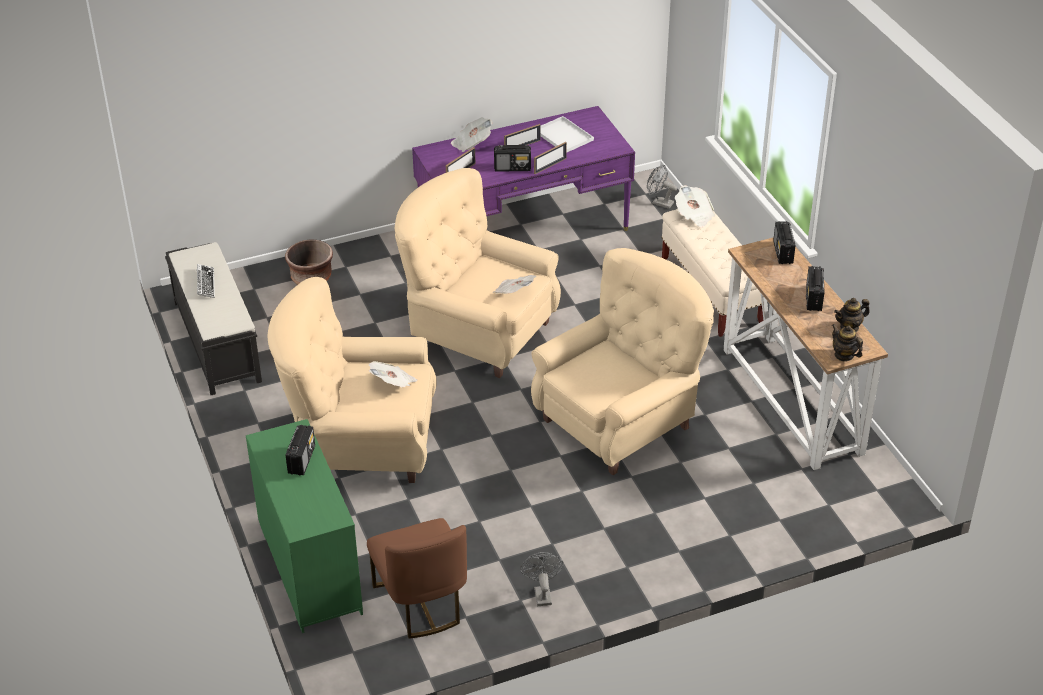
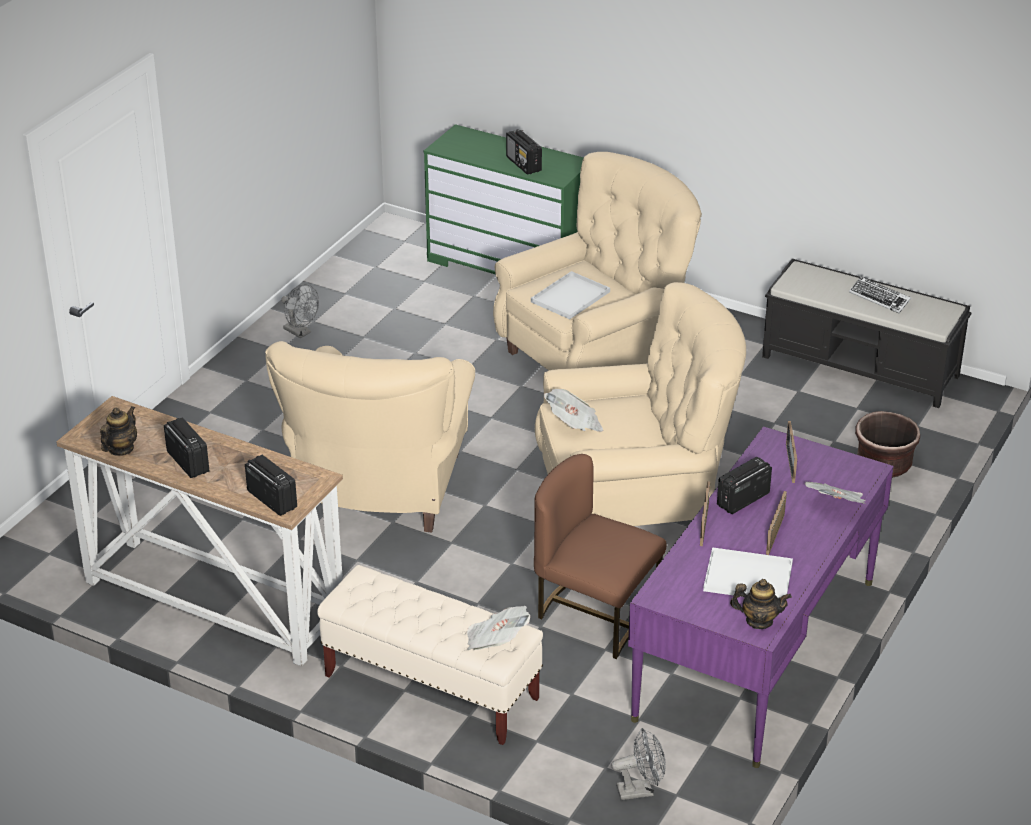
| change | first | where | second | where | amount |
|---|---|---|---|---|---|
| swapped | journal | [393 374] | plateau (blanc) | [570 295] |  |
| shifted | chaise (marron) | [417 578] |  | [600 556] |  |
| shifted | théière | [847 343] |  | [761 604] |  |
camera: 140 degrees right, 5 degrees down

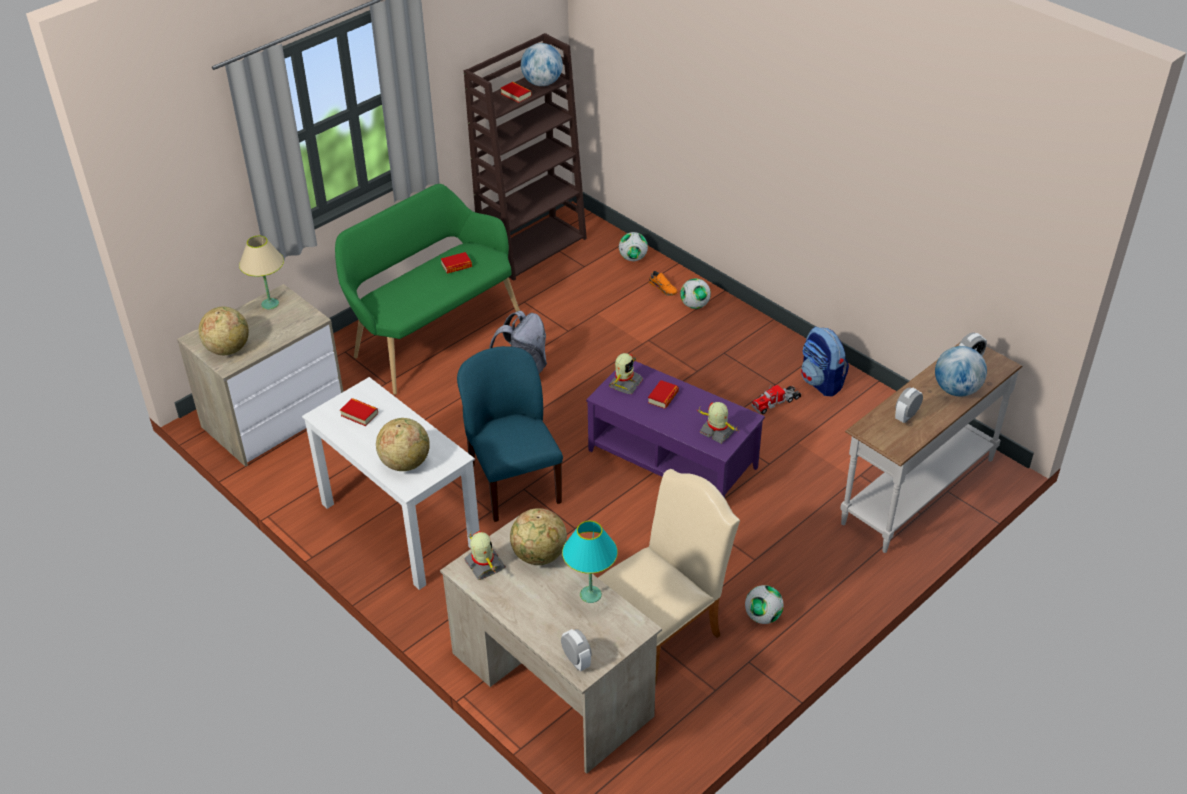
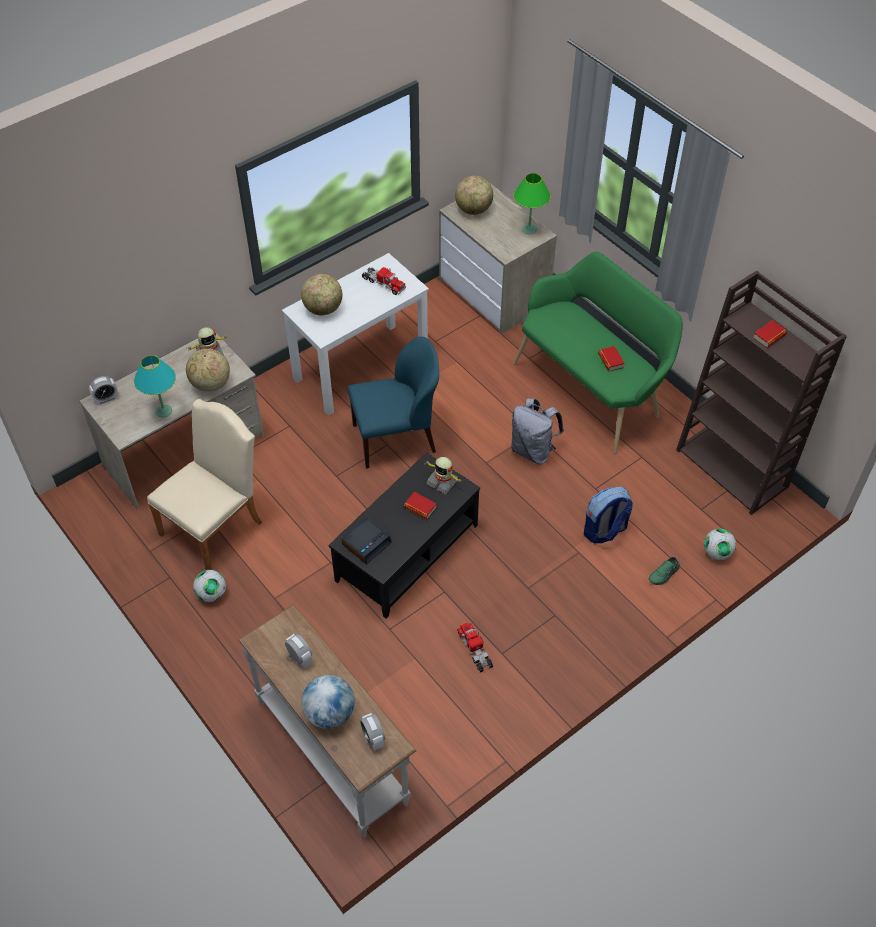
| change | first | where | second | where | amount |
|---|---|---|---|---|---|
| rotated | chaise (beige) | [669 577] |  | [204 484] | 105 degrees counterclockwise |
| repainted | table basse (violet) | [675 429] | table basse (noir) | [404 535] |  |
| swapped | robot jouet | [719 423] | réveil | [367 541] |  |
| swapped | livre | [359 412] | camion jouet | [384 281] |  |
| repainted | lampe de table (beige) | [261 272] | lampe de table (vert) | [532 203] |  |
| shifted | sac à dos | [825 361] |  | [608 515] |  |
| repainted | chaussure (orange) | [663 283] | chaussure (vert) | [664 571] |  |
| gone | globe | [542 64] |  |  |  |
| gone | ballon de foot | [695 294] |  |  |  |
camera: 95 degrees right, 10 degrees up

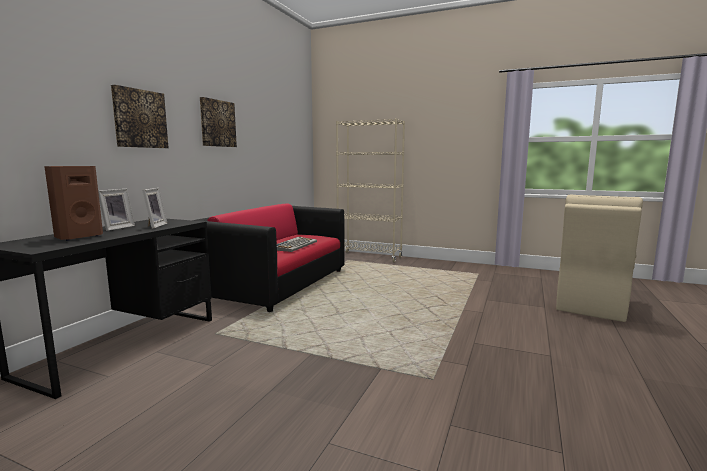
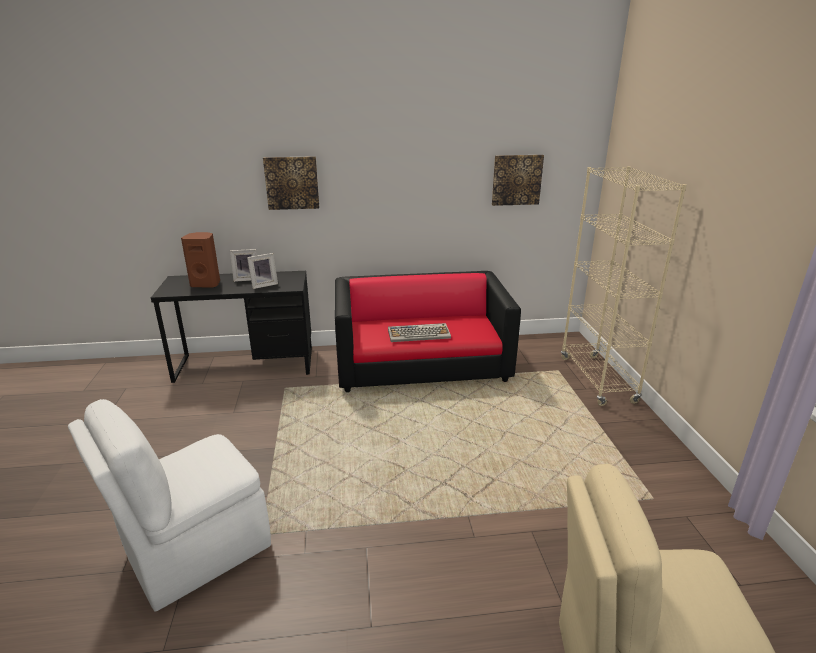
| change | first | where | second | where | amount |
|---|---|---|---|---|---|
| new |  |  | chaise (blanc) | [169 505] |  |
| shifted | tableau | [218 122] |  | [518 180] |  |
camera: 60 degrees right, 15 degrees up

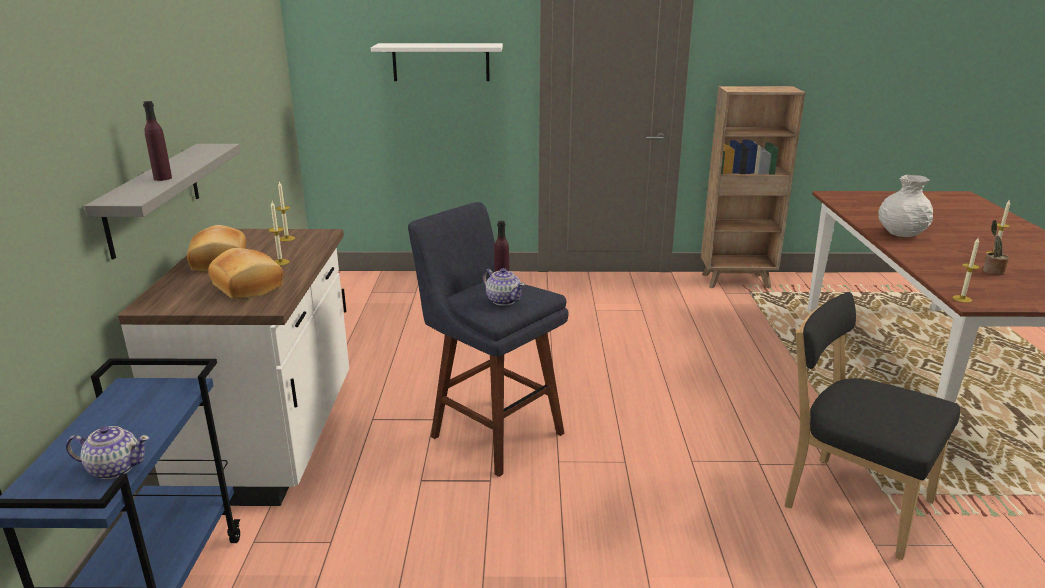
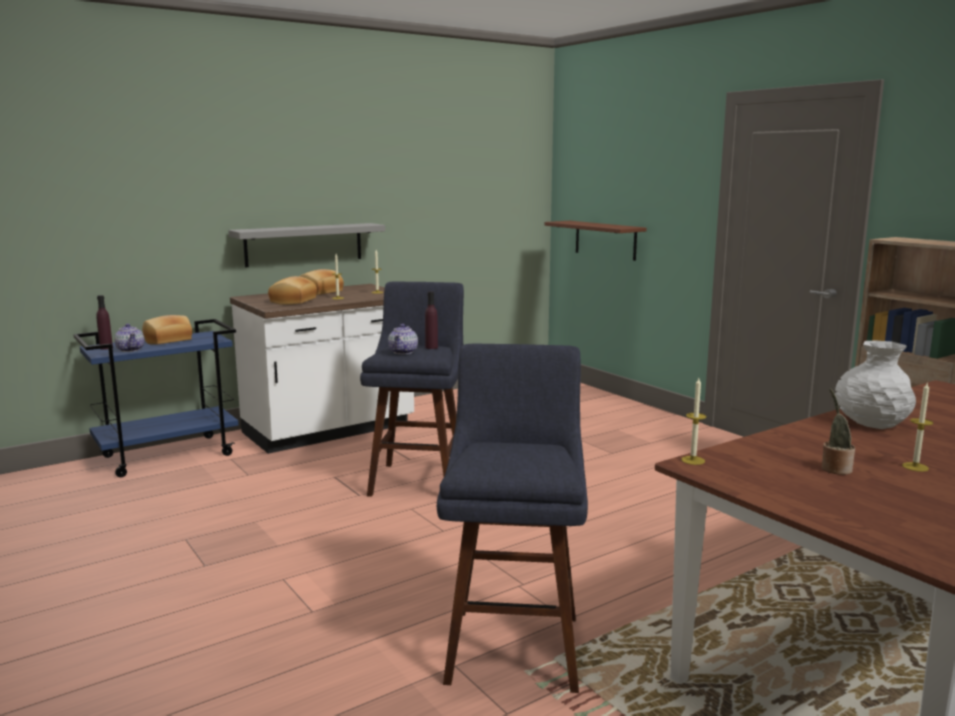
| change | first | where | second | where | amount |
|---|---|---|---|---|---|
| shifted | bouteille (violet) | [157 141] |  | [104 322] |  |
| new |  |  | pain | [167 330] |  |
| swapped | chaise (noir) | [872 426] | tabouret (bleu) | [512 518] |  |
| new |  |  | étagère (marron) | [595 241] |  |
| gone | étagère (blanc) | [437 62] |  |  |  |
camera: 55 degrees right, 10 degrees down

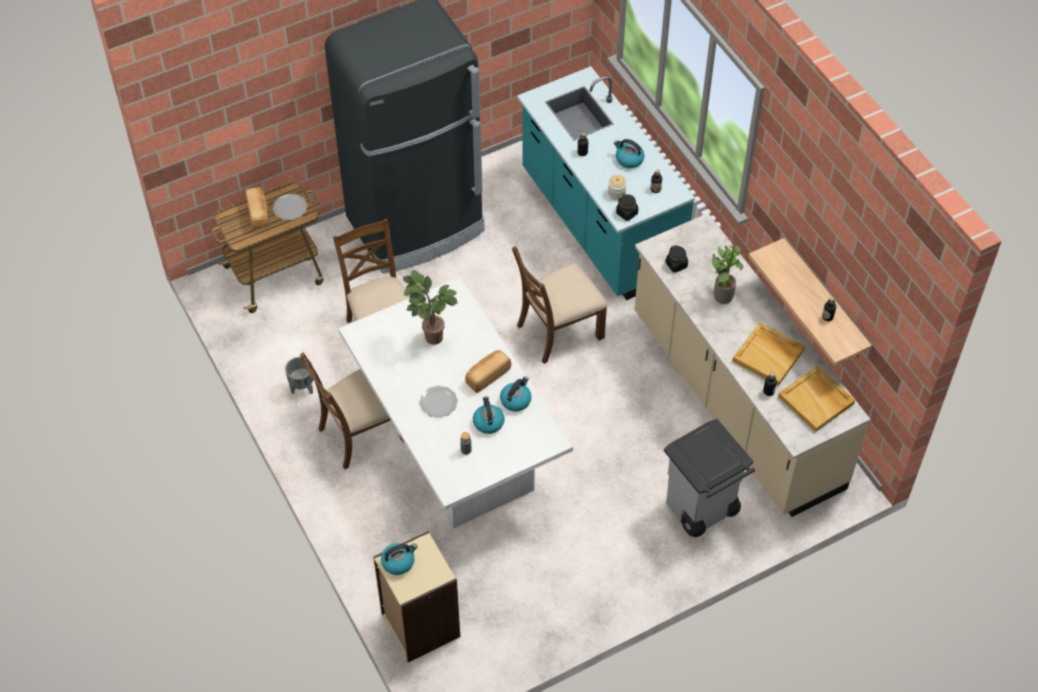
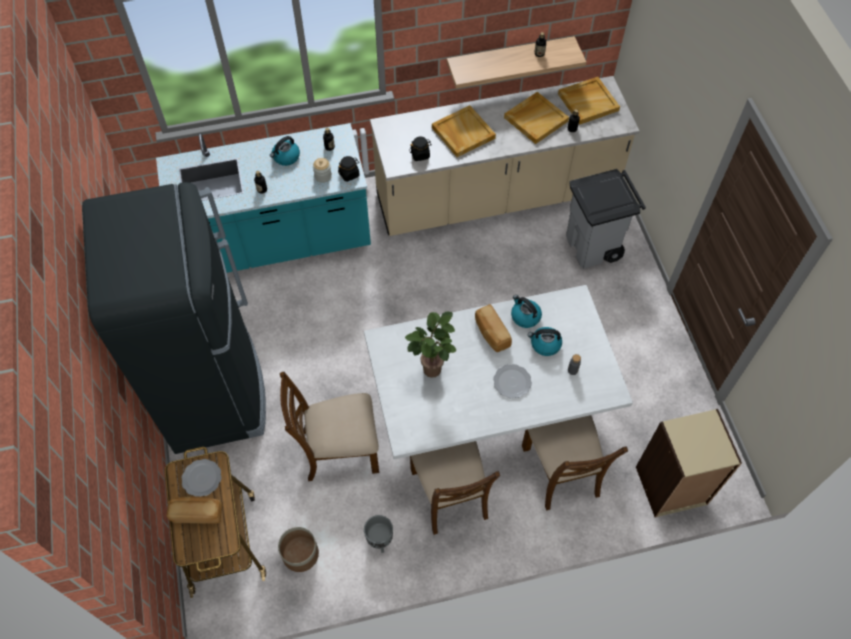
| change | first | where | second | where | amount |
|---|---|---|---|---|---|
| new |  |  | cache-pot | [298 549] |  |
| swapped | plante en pot | [727 274] | plateau (beige) | [464 131] |  |
| shifted | chaise (marron) | [559 305] |  | [575 462] |  |
| gone | bouilloire | [399 559] |  |  |  |
camera: 75 degrees left, 5 degrees up

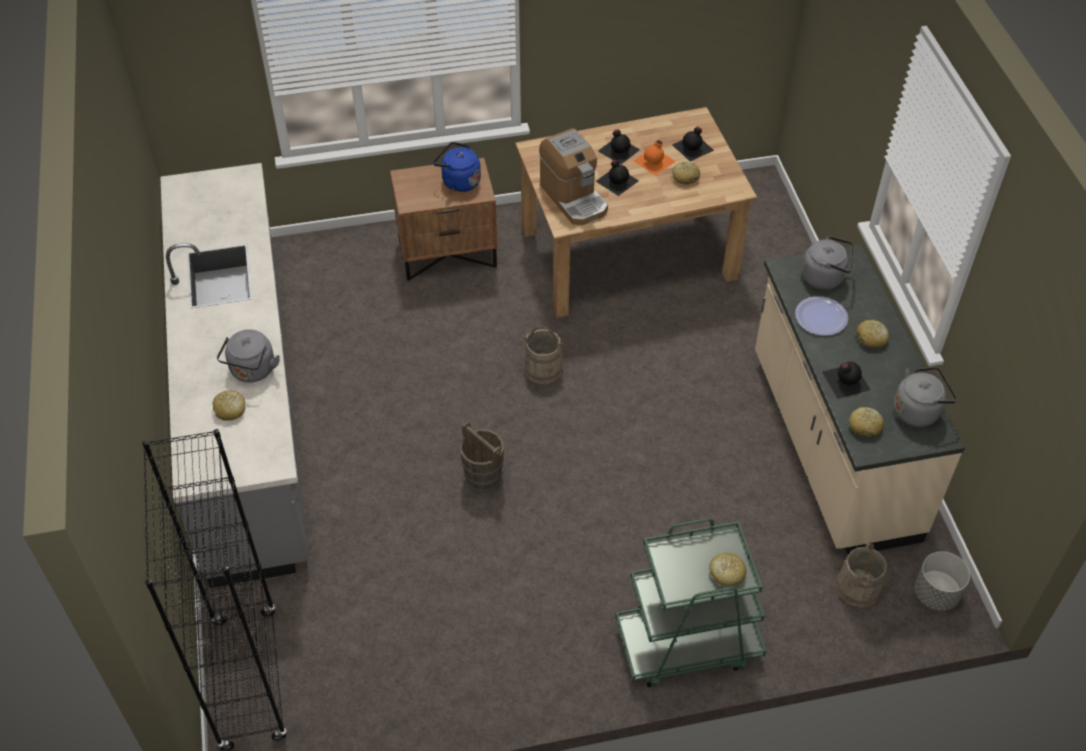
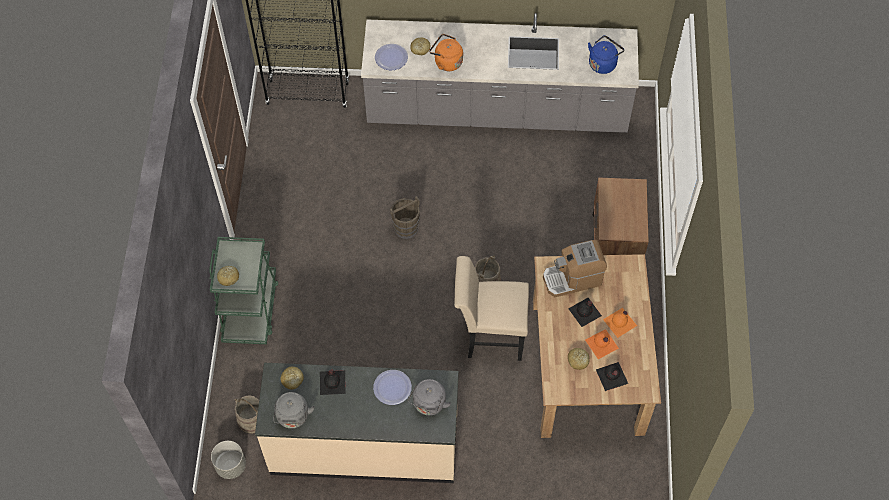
| change | first | where | second | where | amount |
|---|---|---|---|---|---|
| new |  |  | assiette | [391 57] |  |
| repainted | bouilloire (gris) | [248 355] | bouilloire (orange) | [446 52] |  |
| new |  |  | chaise (beige) | [491 308] |  |
| shifted | bouilloire (bleu) | [457 167] |  | [606 54] |  |
| repainted | bouteille (noir) | [619 147] | bouteille (orange) | [620 323] |  |
| gone | pain | [872 334] |  |  |  |
camera: 105 degrees right, 10 degrees up

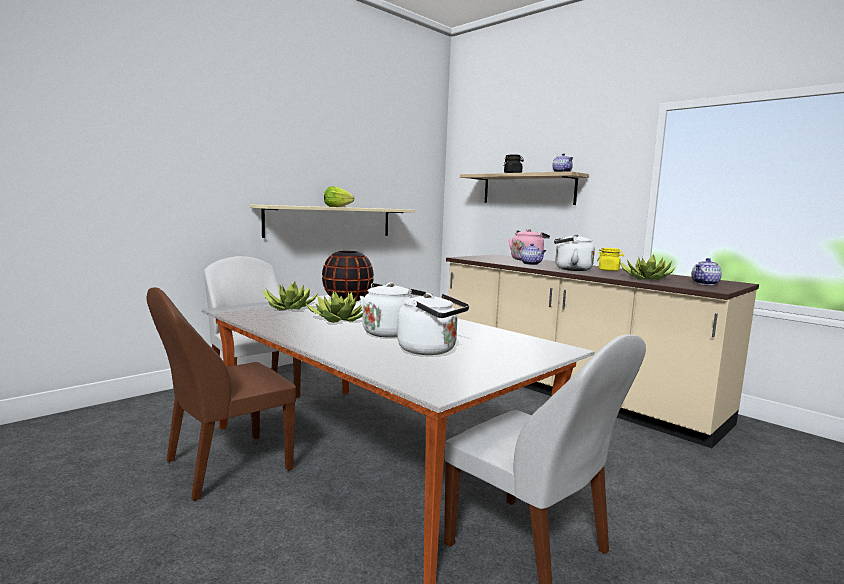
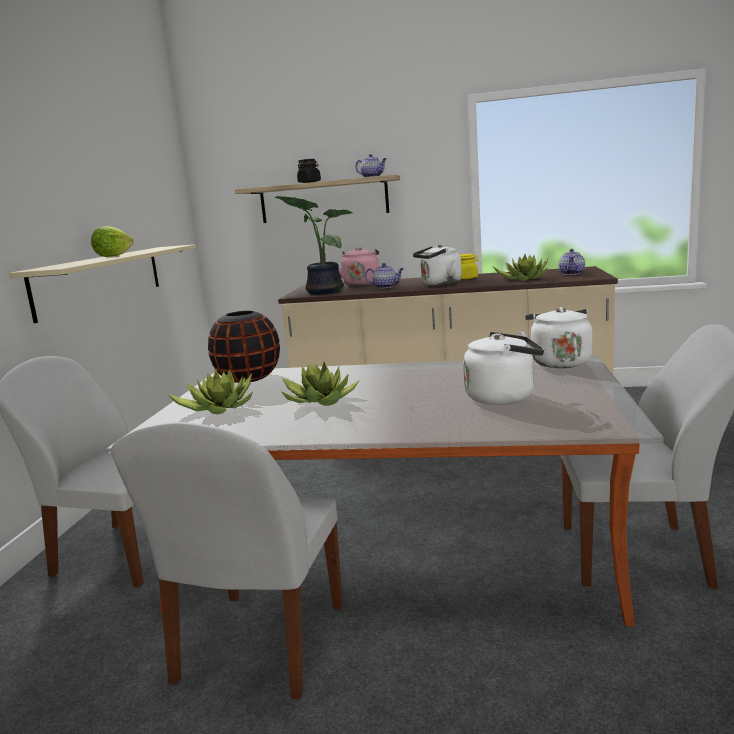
| change | first | where | second | where | amount |
|---|---|---|---|---|---|
| repainted | chaise (marron) | [221 394] | chaise (blanc) | [227 561] |  |
| new |  |  | plante en pot | [313 245] |  |
| shifted | bouilloire (blanc) | [393 310] |  | [555 337] |  |
camera: 35 degrees left, 5 degrees up

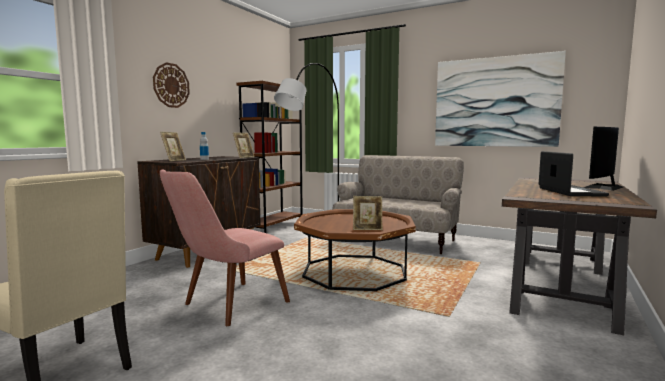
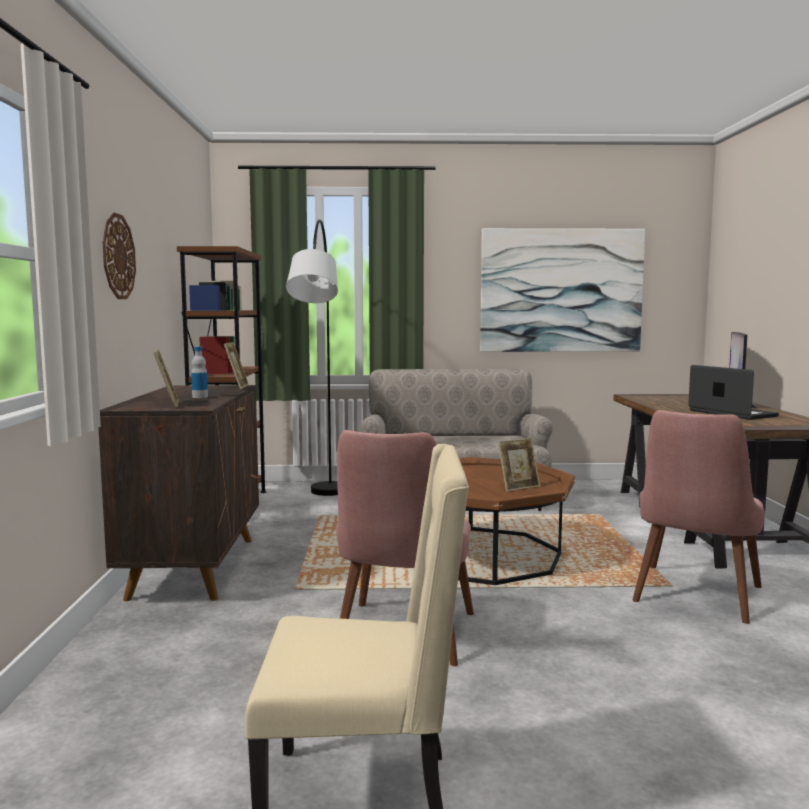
| change | first | where | second | where | amount |
|---|---|---|---|---|---|
| new |  |  | chaise (rose) | [698 517] |  |
camera: 30 degrees left, 0 degrees up

